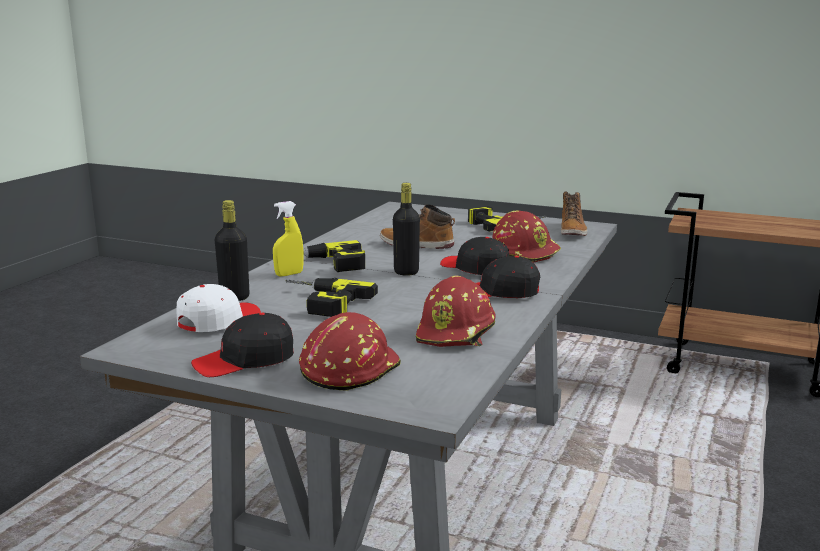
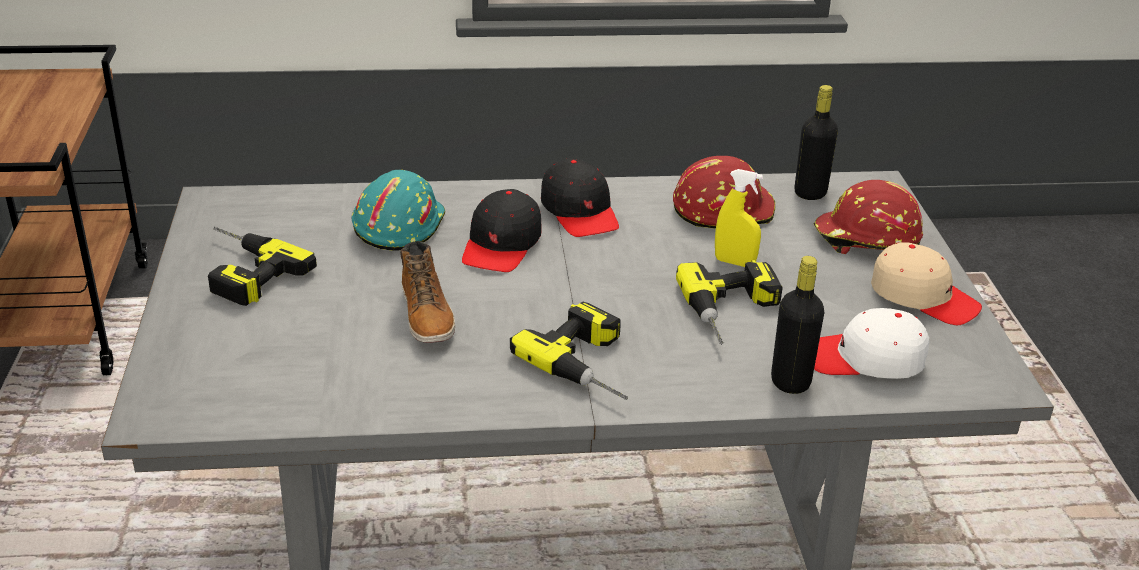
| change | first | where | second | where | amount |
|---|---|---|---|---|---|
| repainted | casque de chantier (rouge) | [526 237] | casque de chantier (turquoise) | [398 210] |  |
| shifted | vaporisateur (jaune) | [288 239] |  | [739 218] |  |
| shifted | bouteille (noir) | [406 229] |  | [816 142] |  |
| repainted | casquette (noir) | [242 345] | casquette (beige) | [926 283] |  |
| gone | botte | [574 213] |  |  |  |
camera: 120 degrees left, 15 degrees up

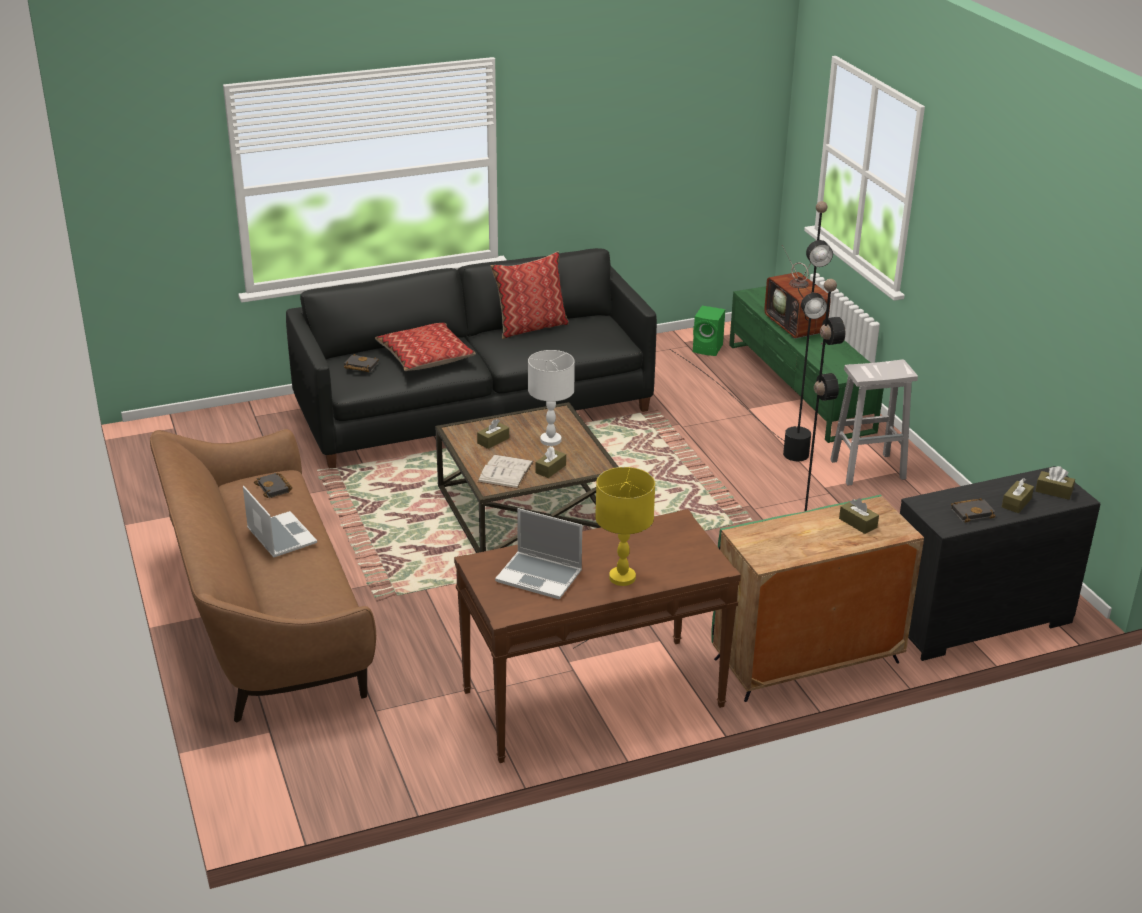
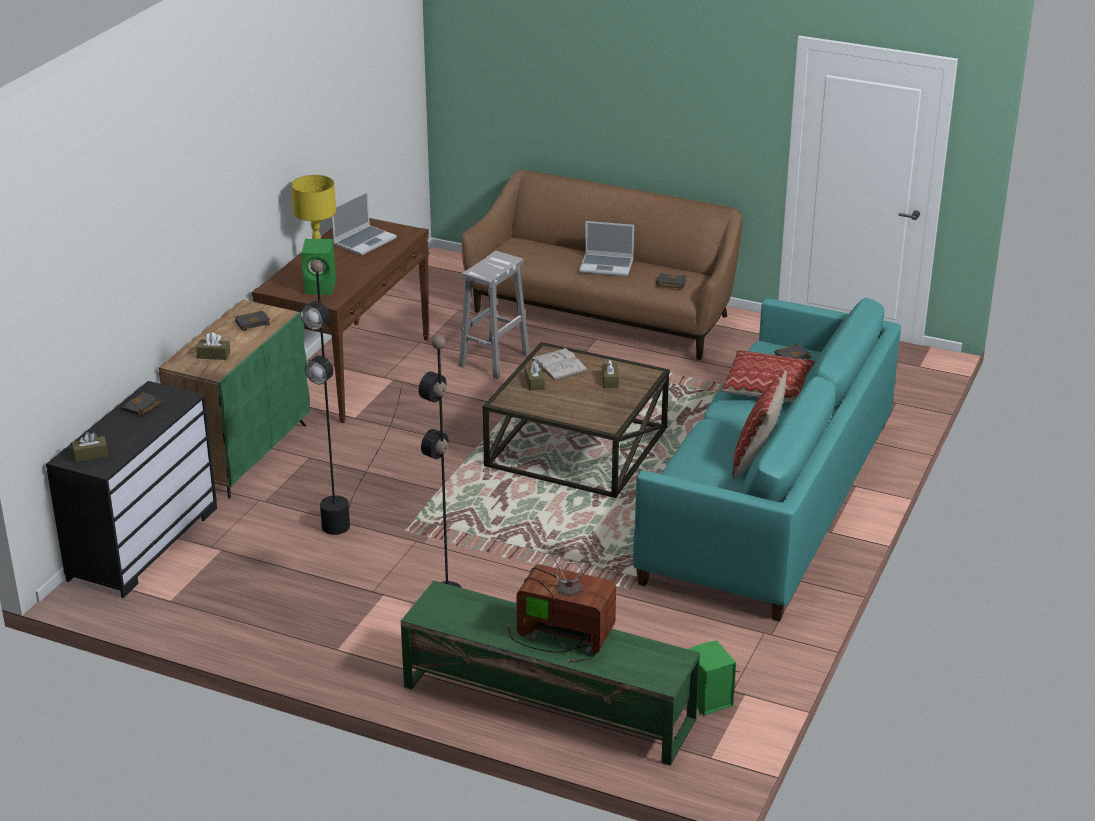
| change | first | where | second | where | amount |
|---|---|---|---|---|---|
| new |  |  | livre (noir) | [252 320] |  |
| new |  |  | enceinte (vert) | [318 267] |  |
| rotated | ordinateur portable | [538 553] |  | [364 223] | 150 degrees clockwise |
| shifted | tabouret (blanc) | [874 422] |  | [494 315] |  |
| repainted | canapé (noir) | [471 358] | canapé (turquoise) | [767 460] |  |
| gone | lampe de table (blanc) | [551 398] |  |  |  |
| gone | boîte à mouchoirs (marron) | [1018 495] |  |  |  |
camera: 135 degrees right, 0 degrees up

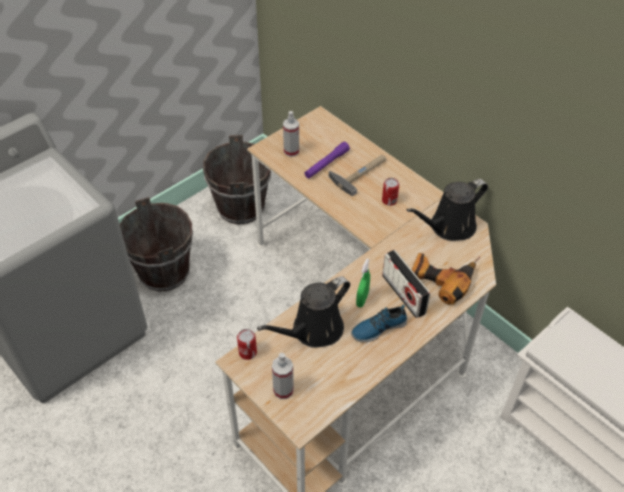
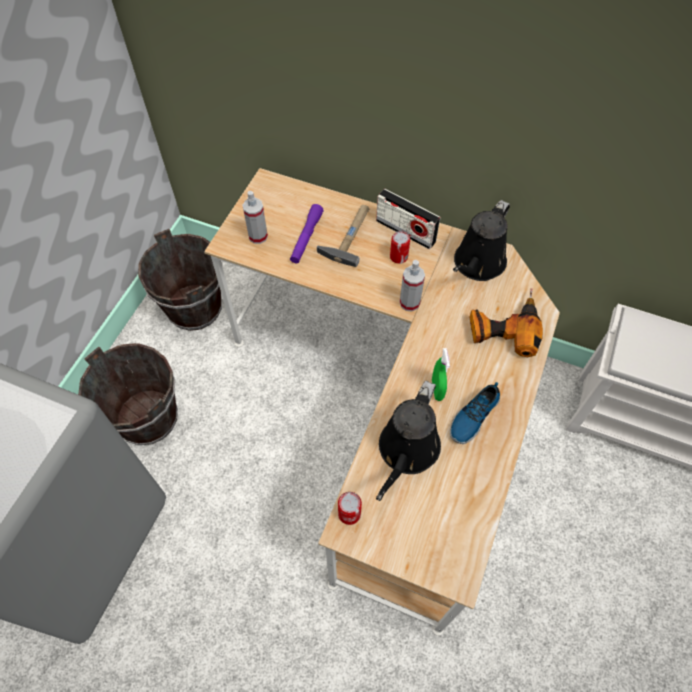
| change | first | where | second | where | amount |
|---|---|---|---|---|---|
| shifted | radio | [406 284] |  | [408 219] |  |
| shifted | vaporisateur | [283 376] |  | [412 286] |  |
camera: 25 degrees left, 10 degrees up

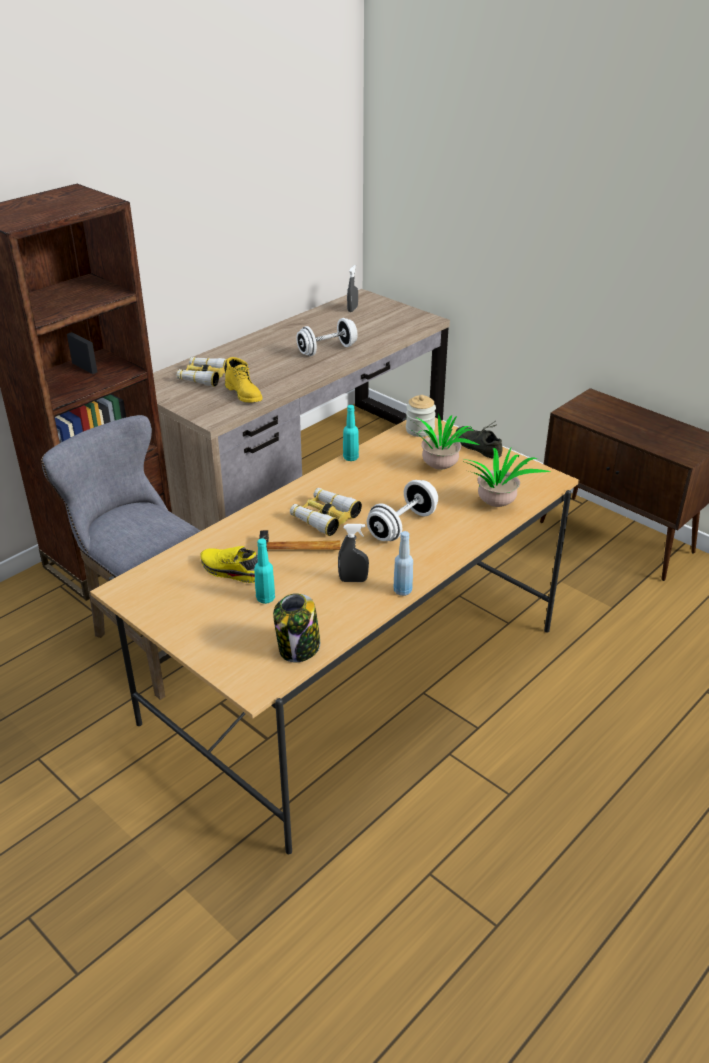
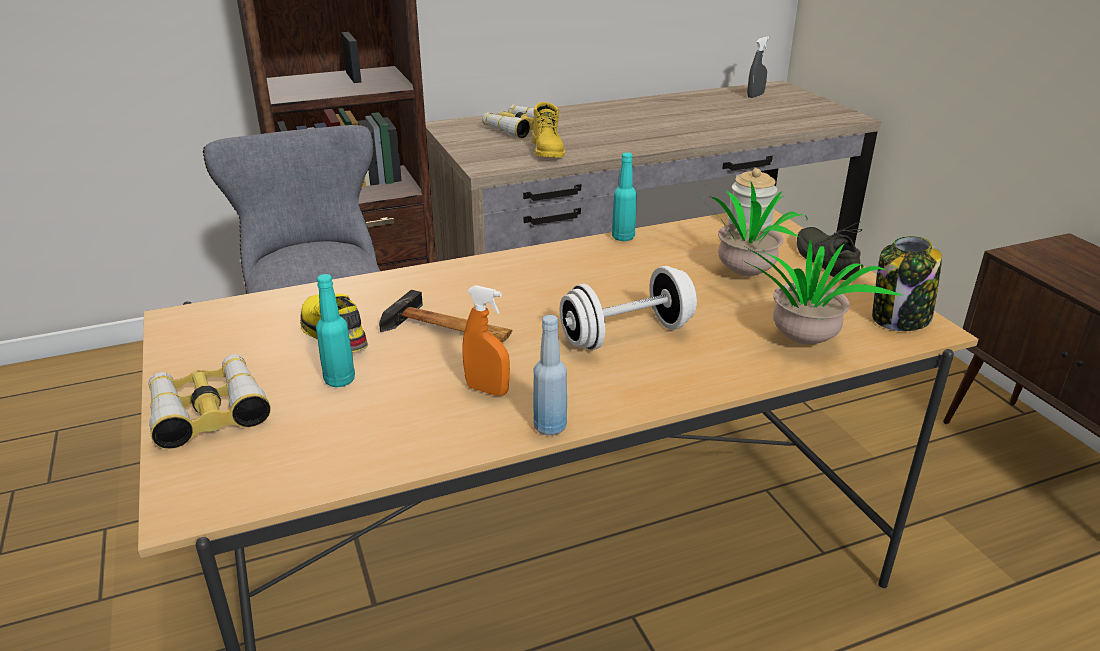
| change | first | where | second | where | amount |
|---|---|---|---|---|---|
| shifted | jumelles | [326 512] |  | [209 401] |  |
| repainted | vaporisateur (gris) | [353 553] | vaporisateur (orange) | [486 340] |  |
| shifted | bocal | [296 627] |  | [907 283] |  |
| gone | haltère (blanc) | [327 337] |  |  |  |
camera: 25 degrees right, 5 degrees down

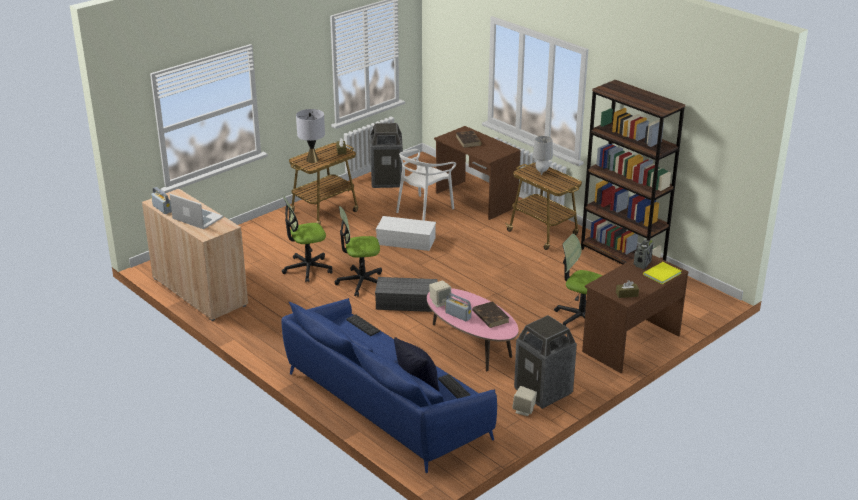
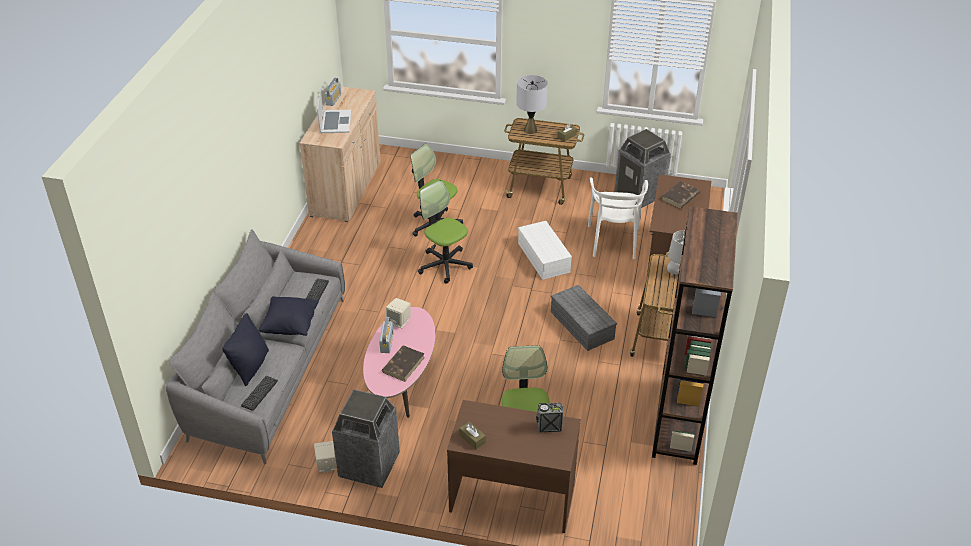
| change | first | where | second | where | amount |
|---|---|---|---|---|---|
| repainted | canapé (bleu) | [389 385] | canapé (gris) | [255 347] |  |
| new |  |  | coussin (noir) | [289 316] |  |
| shifted | boîte de rangement (gris) | [406 294] |  | [584 318] |  |
| rotated | chaise (blanc) | [426 185] |  | [618 218] | 90 degrees counterclockwise |
| gone | livre (jaune) | [662 273] |  |  |  |
camera: 55 degrees right, 10 degrees up

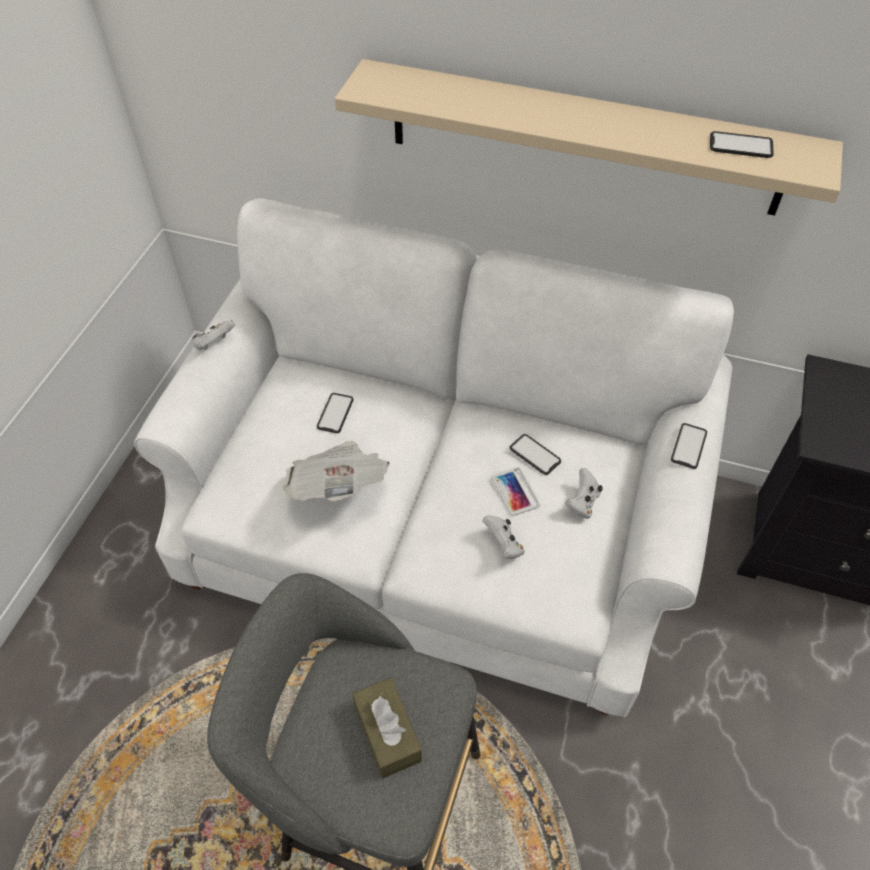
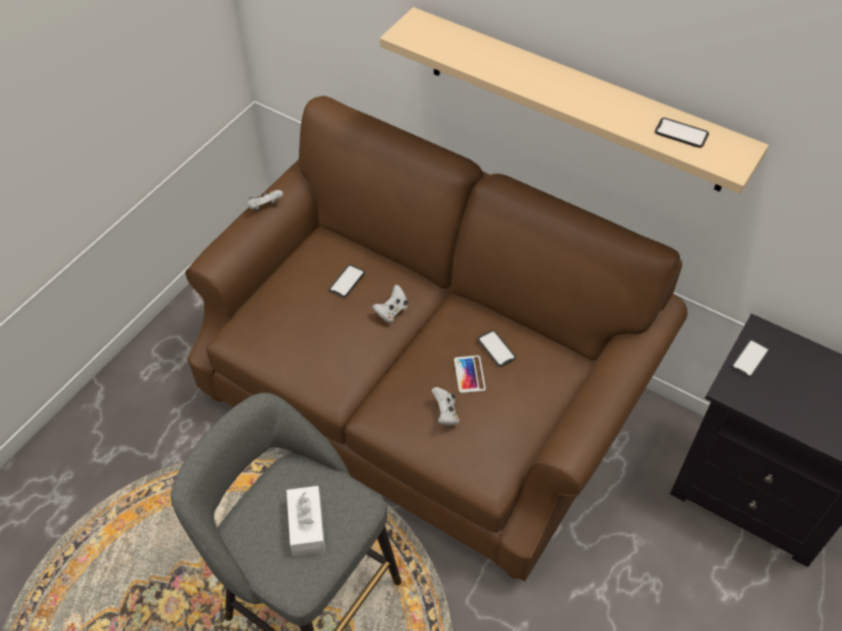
| change | first | where | second | where | amount |
|---|---|---|---|---|---|
| repainted | canapé (blanc) | [434 457] | canapé (marron) | [437 338] |  |
| repainted | boîte à mouchoirs (marron) | [387 728] | boîte à mouchoirs (blanc) | [305 521] |  |
| shifted | manette (blanc) | [584 493] |  | [390 304] |  |
| shifted | téléphone | [689 446] |  | [750 358] |  |
| gone | journal | [336 471] |  |  |  |
camera: 15 degrees right, 0 degrees up

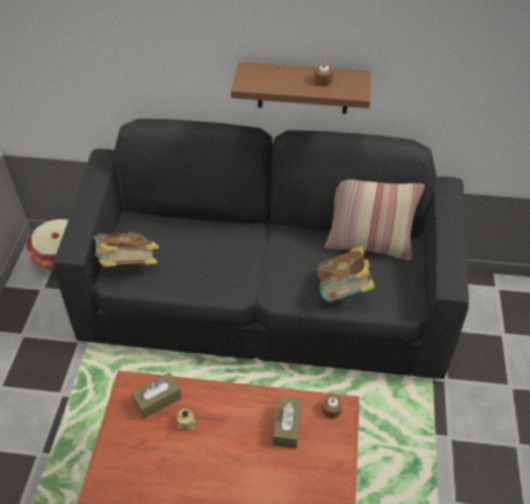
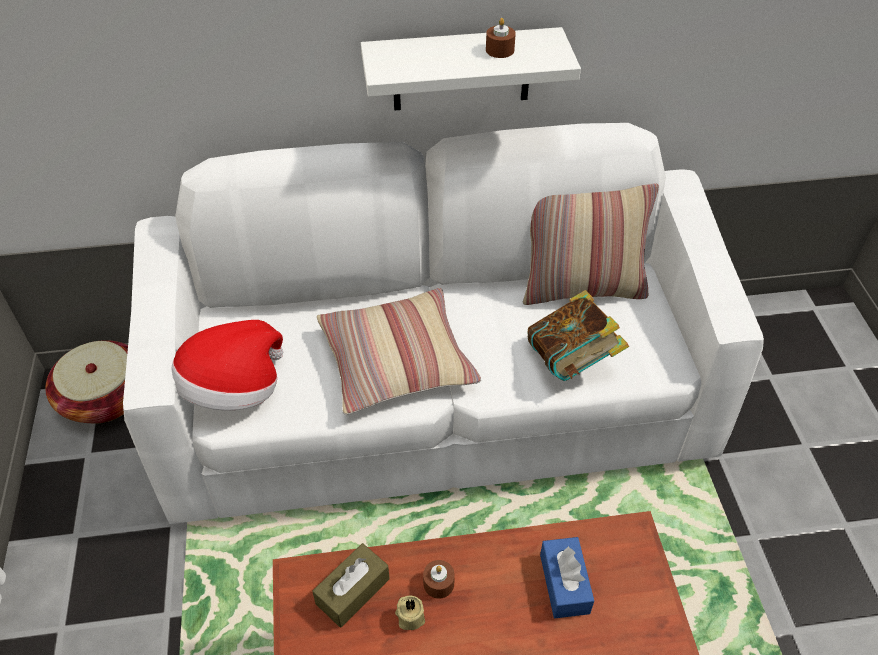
| change | first | where | second | where | amount |
|---|---|---|---|---|---|
| repainted | canapé (noir) | [261 249] | canapé (blanc) | [443 323] |  |
| swapped | livre | [126 249] | chapeau | [227 365] |  |
| new |  |  | coussin | [399 351] |  |
| repainted | étagère (marron) | [301 88] | étagère (blanc) | [471 69] |  |
| shifted | bougie (marron) | [332 407] |  | [439 579] |  |
| repainted | boîte à mouchoirs (marron) | [287 422] | boîte à mouchoirs (bleu) | [567 577] |  |
camera: 15 degrees left, 0 degrees up

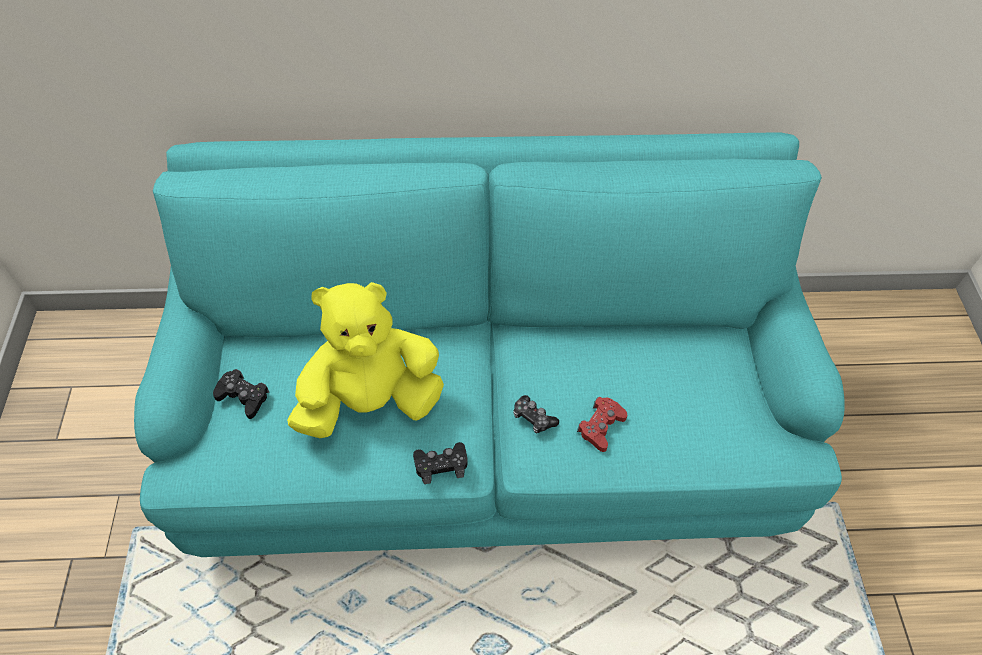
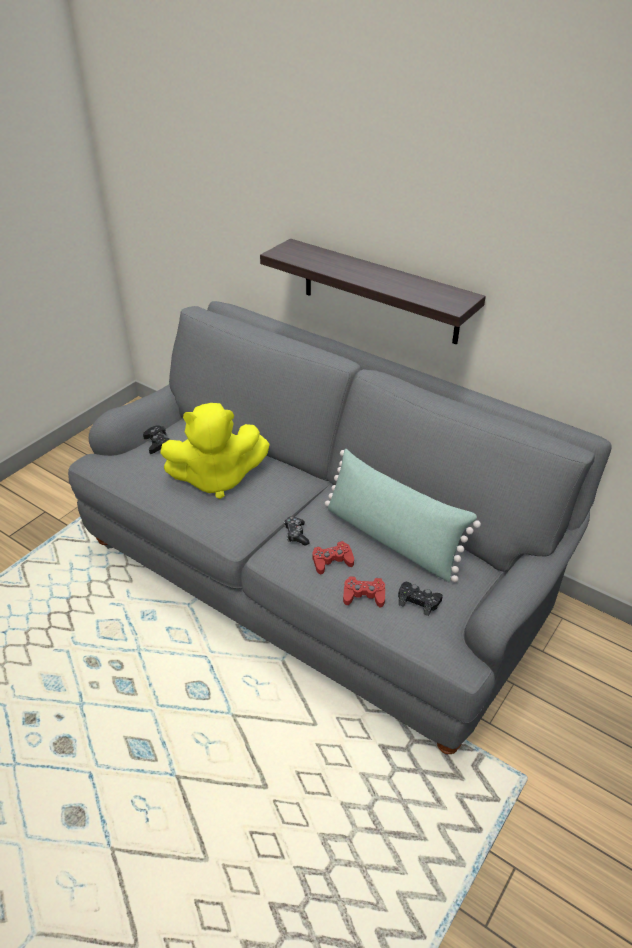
| change | first | where | second | where | amount |
|---|---|---|---|---|---|
| repainted | canapé (turquoise) | [489 344] | canapé (gris) | [339 528] |  |
| rotated | peluche (jaune) | [365 360] |  | [214 451] | 150 degrees clockwise |
| new |  |  | étagère | [373 292] |  |
| new |  |  | coussin (vert) | [403 515] |  |
| new |  |  | manette (rouge) | [364 591] |  |
| shifted | manette (noir) | [440 463] |  | [420 599] |  |
camera: 40 degrees right, 15 degrees down

